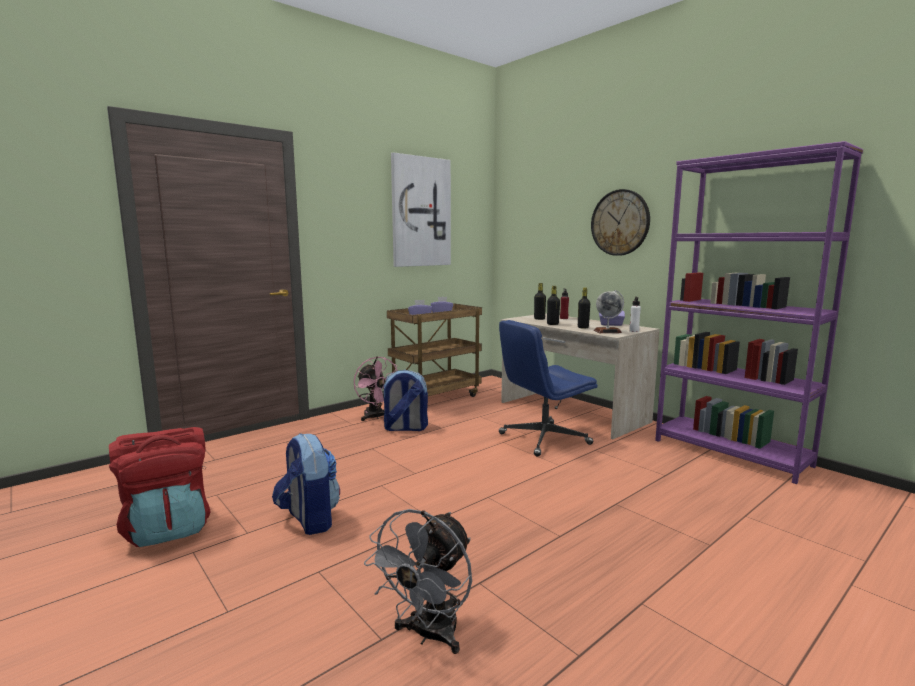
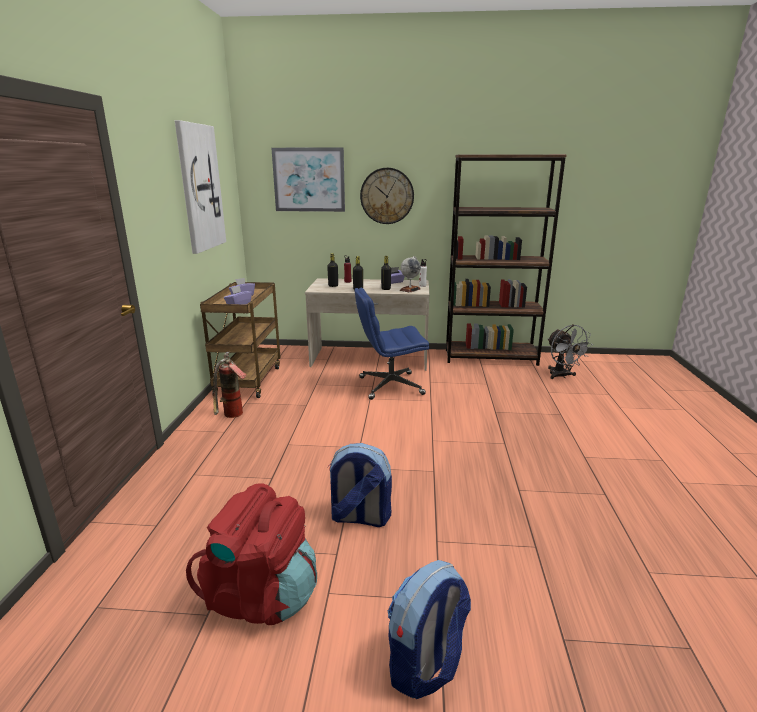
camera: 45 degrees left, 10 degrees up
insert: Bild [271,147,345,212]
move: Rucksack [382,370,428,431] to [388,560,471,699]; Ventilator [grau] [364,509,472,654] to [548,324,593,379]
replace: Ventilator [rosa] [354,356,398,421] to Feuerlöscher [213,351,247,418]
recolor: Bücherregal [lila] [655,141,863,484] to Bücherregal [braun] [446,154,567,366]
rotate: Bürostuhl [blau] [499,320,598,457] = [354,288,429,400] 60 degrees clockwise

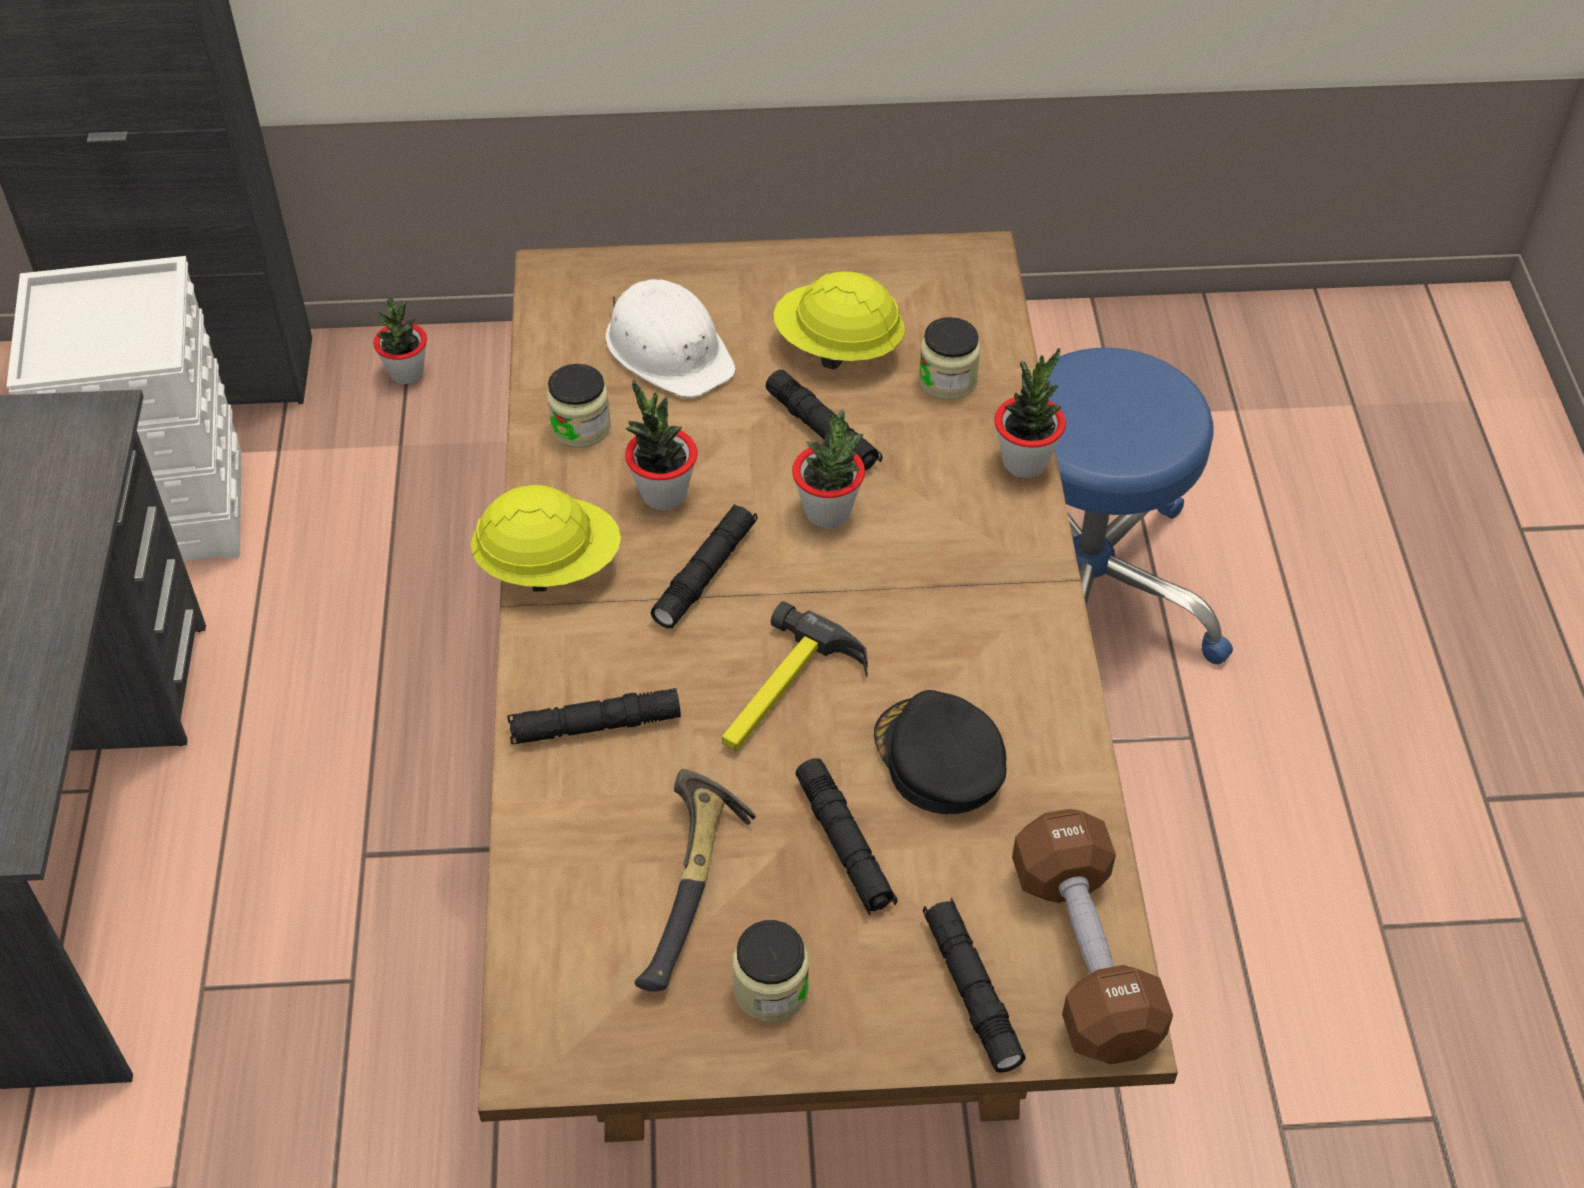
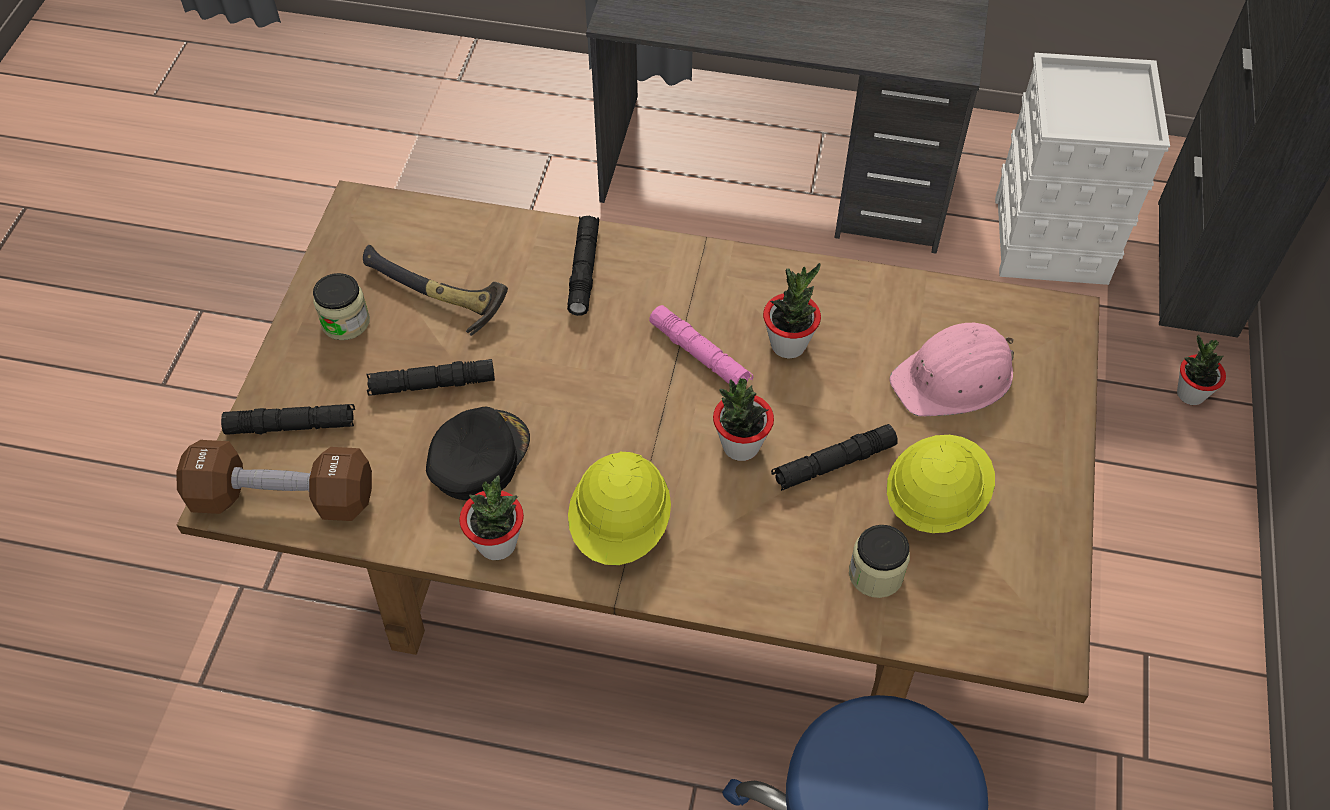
camera: 105 degrees right, 5 degrees up
delete: Vorratsglas [547,364,611,448]; Hammer [722,601,868,751]
move: Topfpflanze [994,348,1066,478] to [459,475,524,560]; Schutzhelm [gelb] [471,485,621,592] to [568,452,671,565]
recolor: Taschenlampe [schwarz] [650,504,757,628] to Taschenlampe [rosa] [649,305,753,385]; Schutzhelm [weiß] [606,279,736,398] to Schutzhelm [rosa] [890,323,1014,416]
rotate: Kappe [schwarz] [874,690,1007,814] = [426,406,530,500] 45 degrees counterclockwise

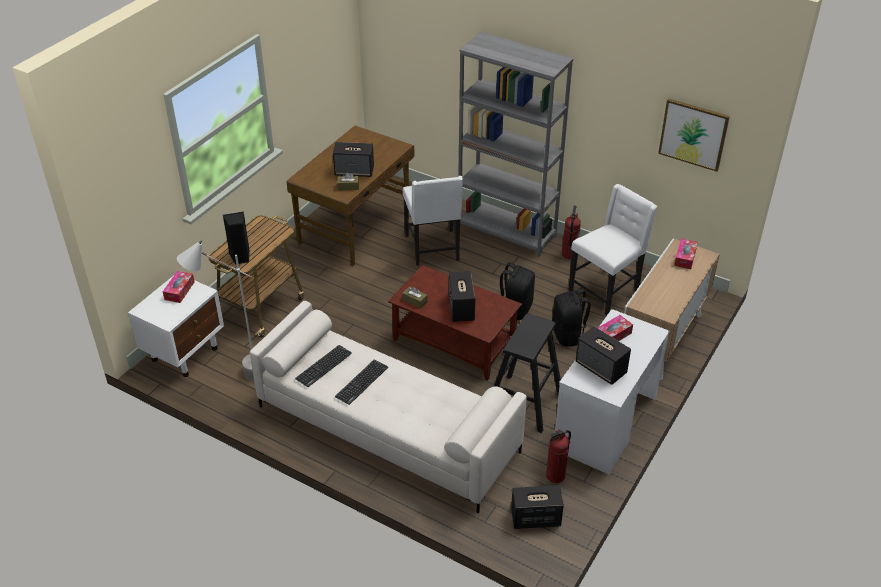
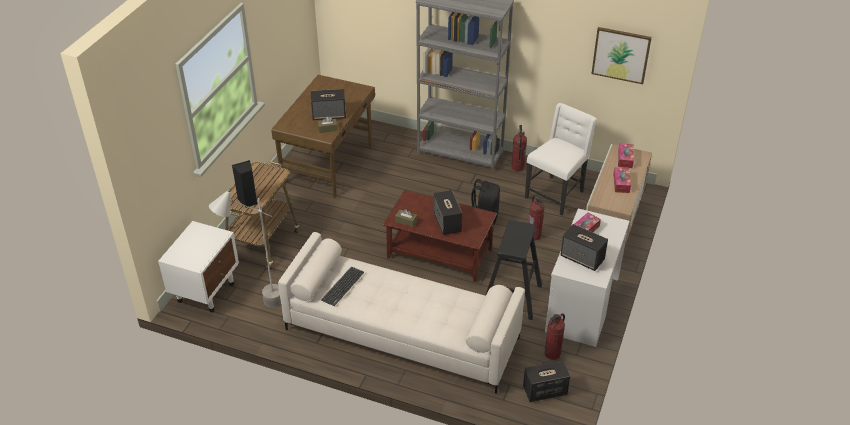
camera: 10 degrees left, 0 degrees up
delete: Tastatur [335,360,388,405]; Stuhl [weiß] [403,176,463,266]
move: Taschentuchbox [163,271,195,303] to [613,167,631,193]
replace: Rucksack [schwarz] [552,289,590,347] to Feuerlöscher [528,196,544,240]

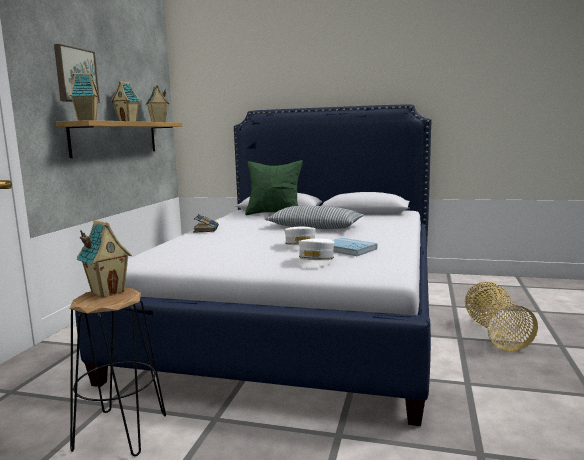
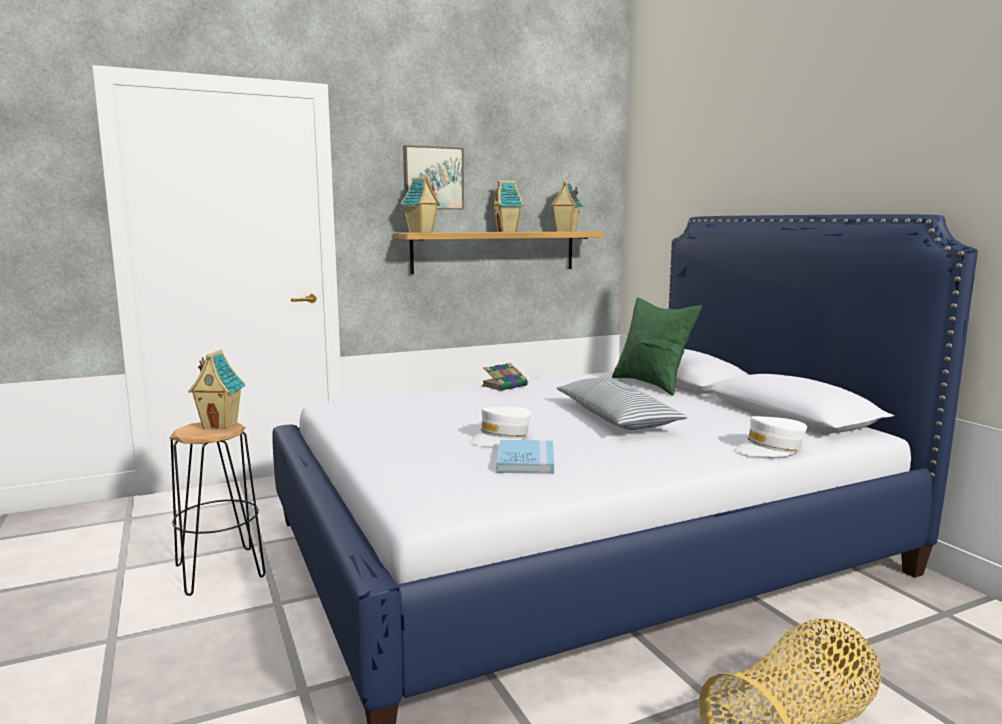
camera: 50 degrees right, 0 degrees up
move: Kappe [weiß] [297,238,335,268] to [735,416,807,457]

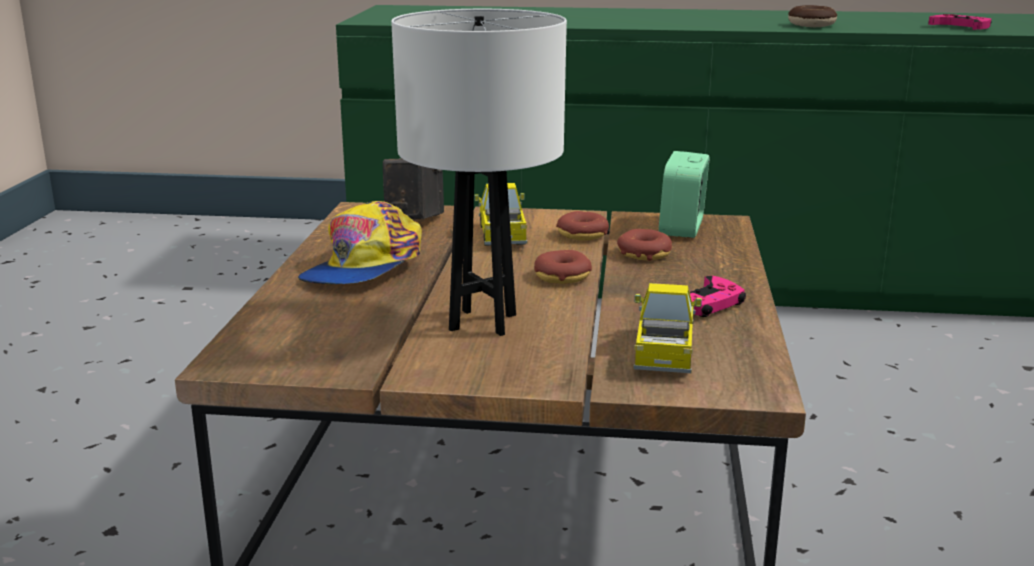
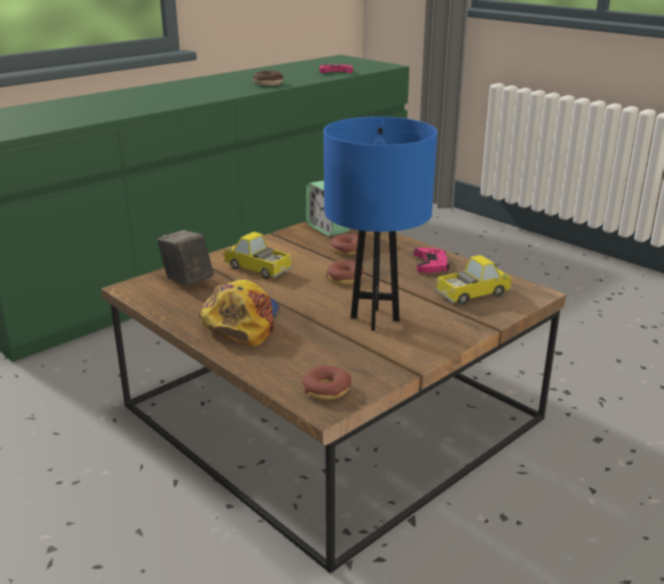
camera: 50 degrees left, 5 degrees up
move: Donut [556,211,609,240] to [302,365,351,400]
recolor: Tischlampe [weiß] [391,9,567,336] to Tischlampe [blau] [323,117,437,331]
rotate: Kappe [298,201,422,285] = [199,279,279,346] 150 degrees counterclockwise; Spielzeuglaster [633,283,702,373] = [436,255,512,305] 105 degrees clockwise

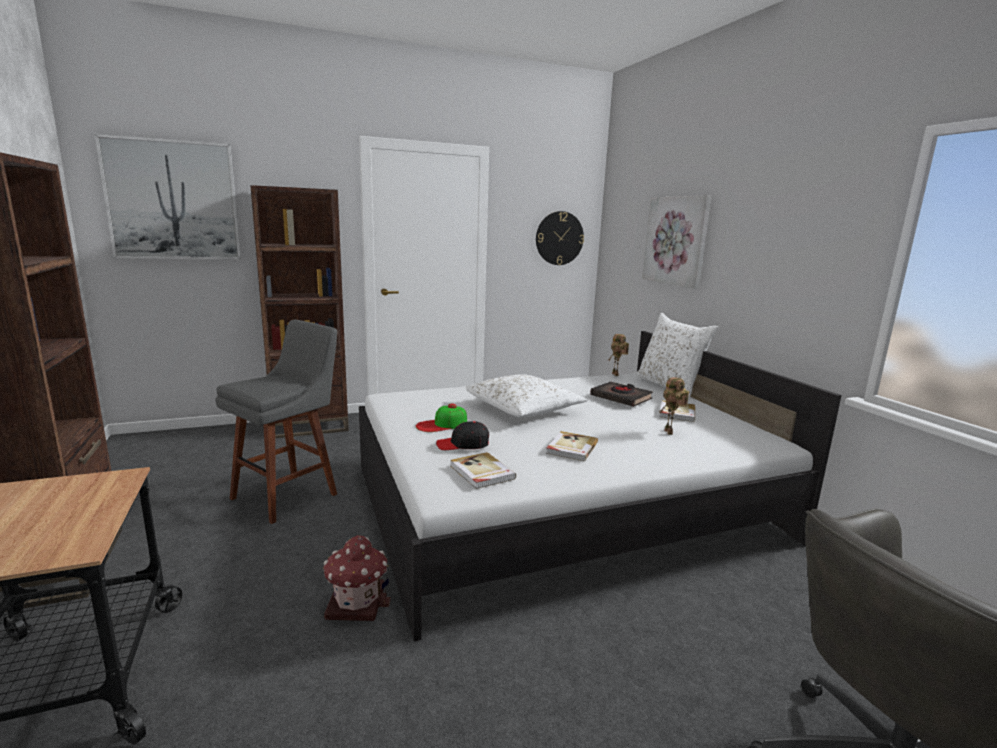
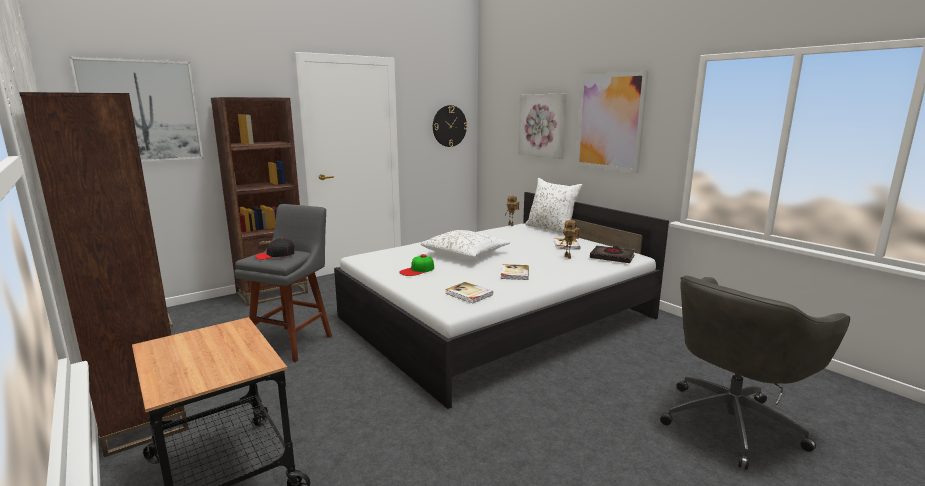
camera: 15 degrees left, 0 degrees up
delete: Spielzeughaus [323,535,391,621]
insert: Bild [576,71,649,173]
move: Kappe [schwarz] [436,421,489,450] to [255,238,295,260]; Buch [schwarz] [590,382,653,407] to [590,246,635,263]

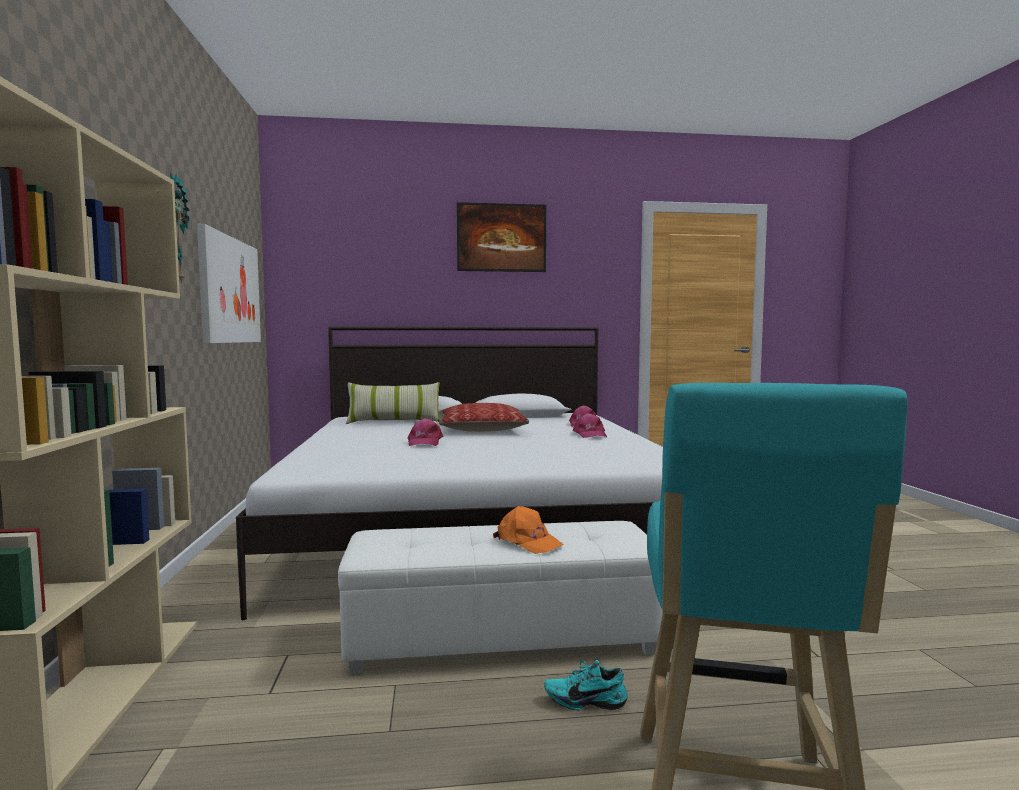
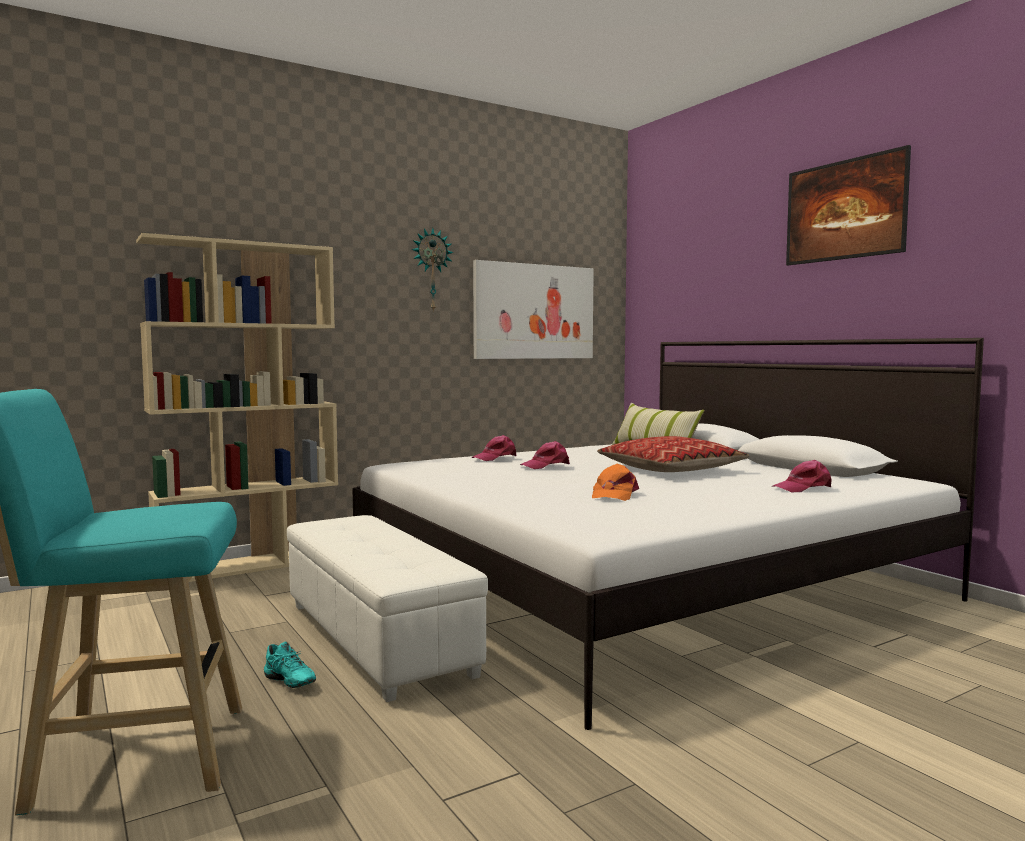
camera: 65 degrees right, 0 degrees up
move: Kappe [rosa] [573,413,607,438] to [471,435,517,461]; Kappe [orange] [493,506,564,554] to [592,464,639,501]
rotate: Schuh [türkis] [544,660,628,711] = [264,641,316,688] 150 degrees clockwise

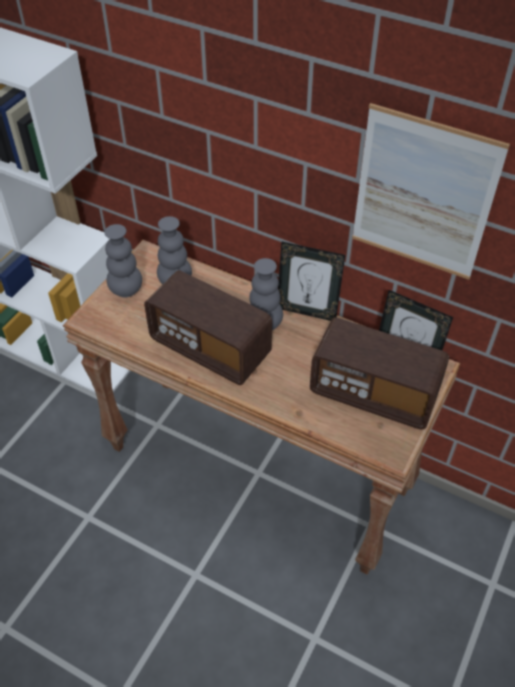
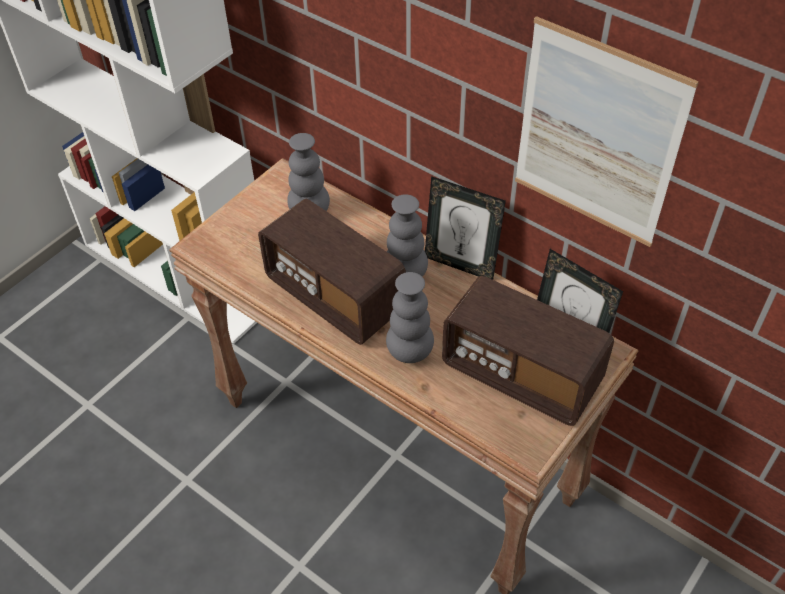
camera: 10 degrees right, 0 degrees up
move: Vase [grau] [104,224,142,297] to [386,272,434,363]

